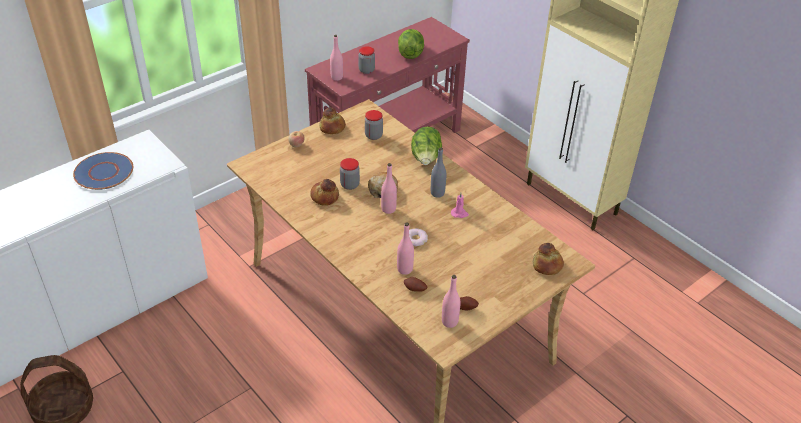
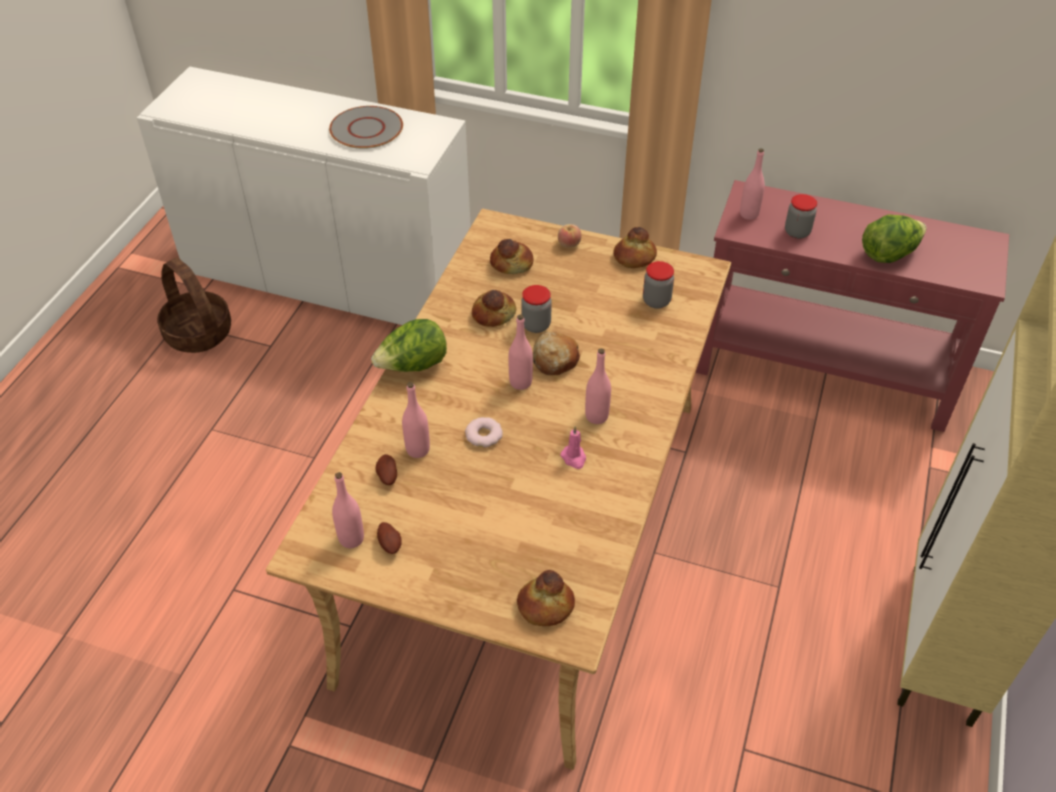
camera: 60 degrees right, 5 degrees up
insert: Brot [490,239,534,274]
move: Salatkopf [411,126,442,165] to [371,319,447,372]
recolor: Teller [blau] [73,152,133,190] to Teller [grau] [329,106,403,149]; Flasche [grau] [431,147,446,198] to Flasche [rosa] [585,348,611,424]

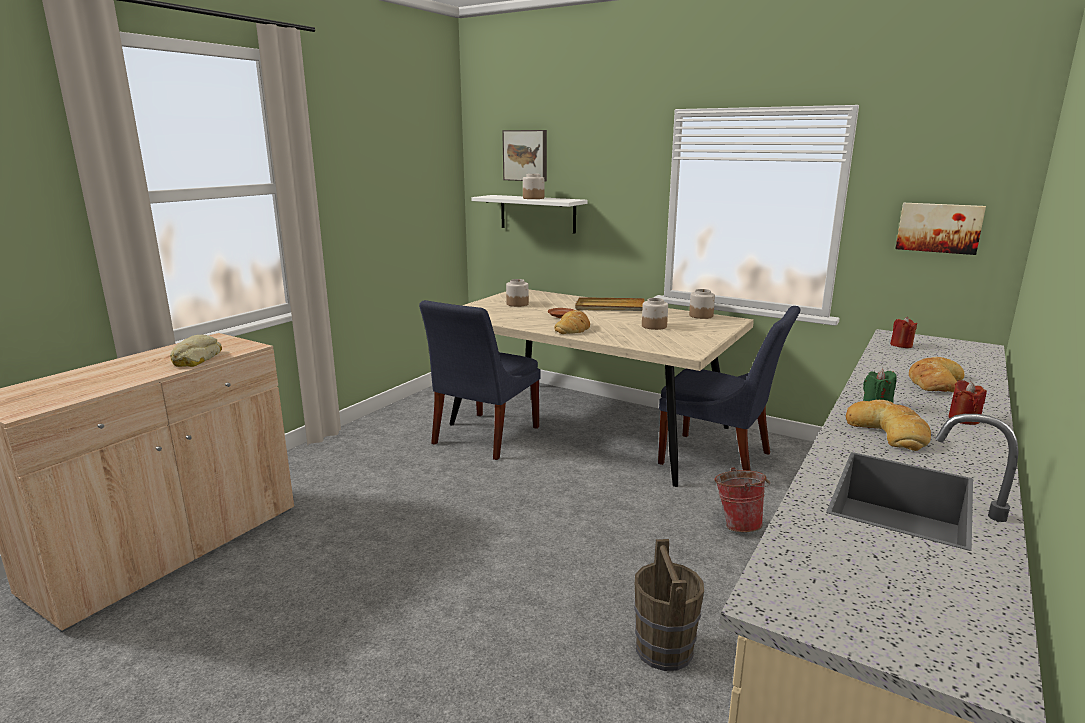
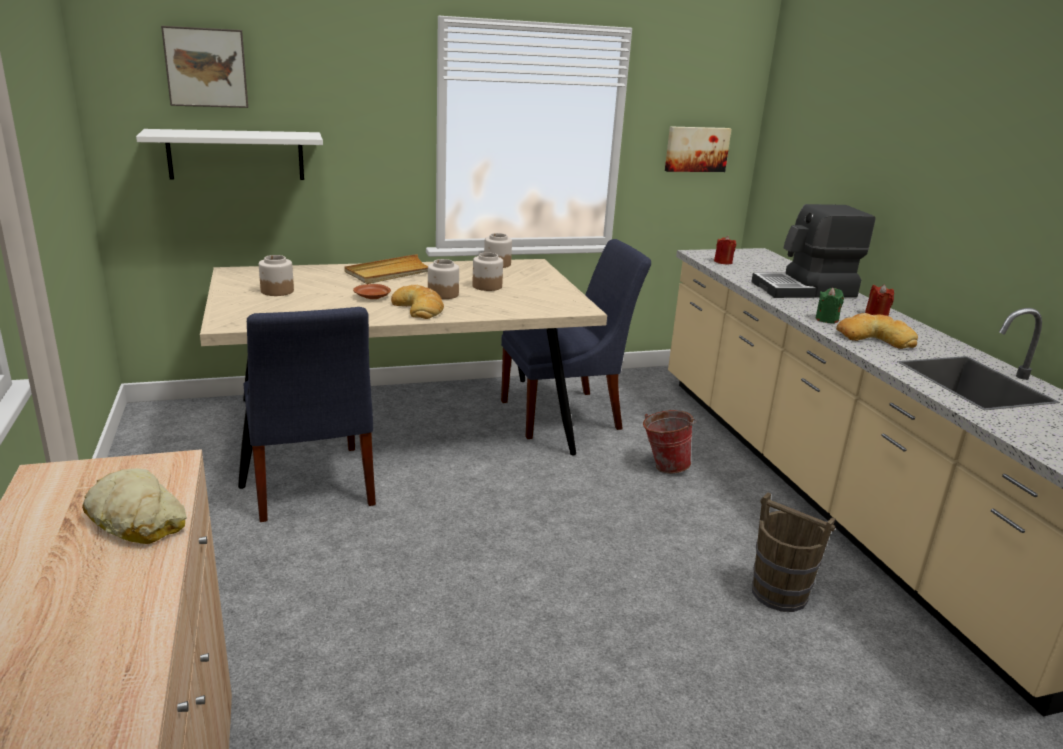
camera: 50 degrees left, 5 degrees up
move: Vorratsglas [523,174,544,199] to [428,259,459,299]
replace: Brot [909,357,965,393] to Kaffeemaschine [751,204,876,298]

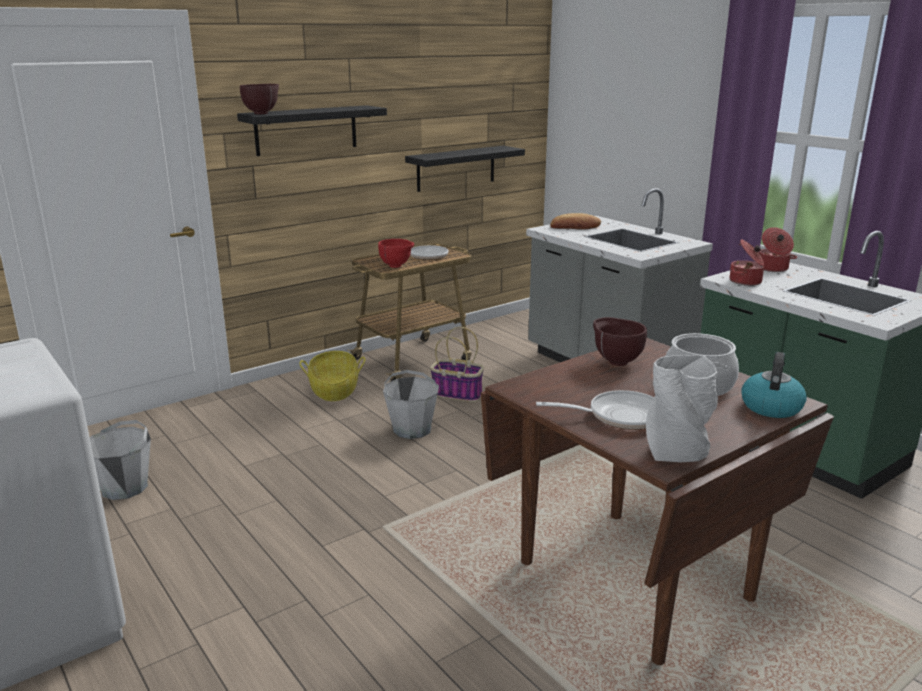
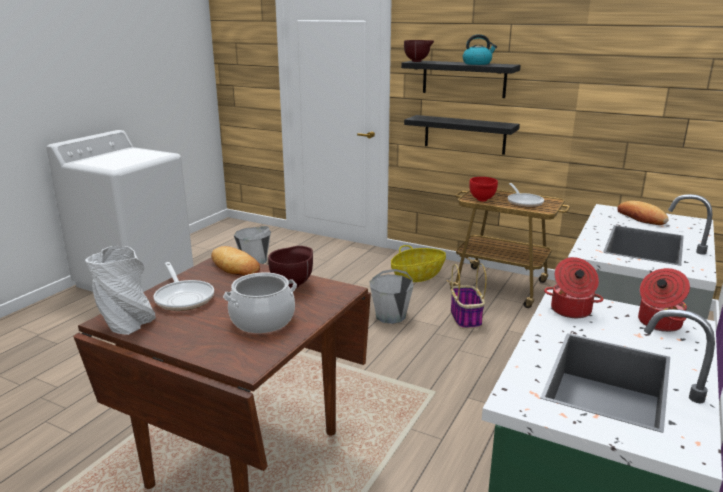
camera: 65 degrees right, 0 degrees up
insert: Brot [211,246,260,276]
move: Wandregal [schwarz] [405,146,525,192] to [404,115,520,155]; Wasserkessel [741,352,807,418] to [463,34,497,65]

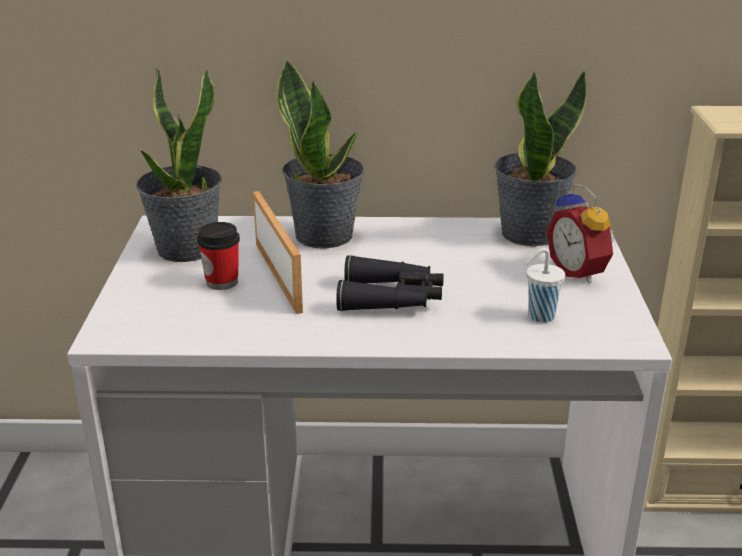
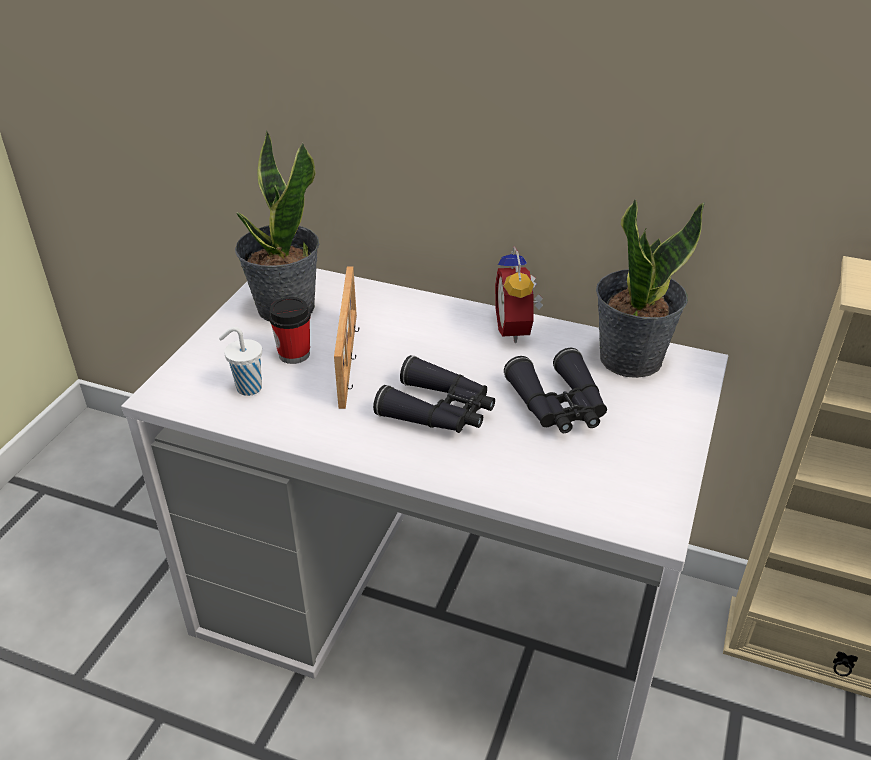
camera: 20 degrees right, 10 degrees up
delete: Topfpflanze [277,59,365,249]
insert: Fernglas [schwarz] [504,348,607,433]
move: Tasse [weiß] [525,248,565,323] to [219,327,262,396]; Wecker [547,184,615,284] to [495,246,543,343]

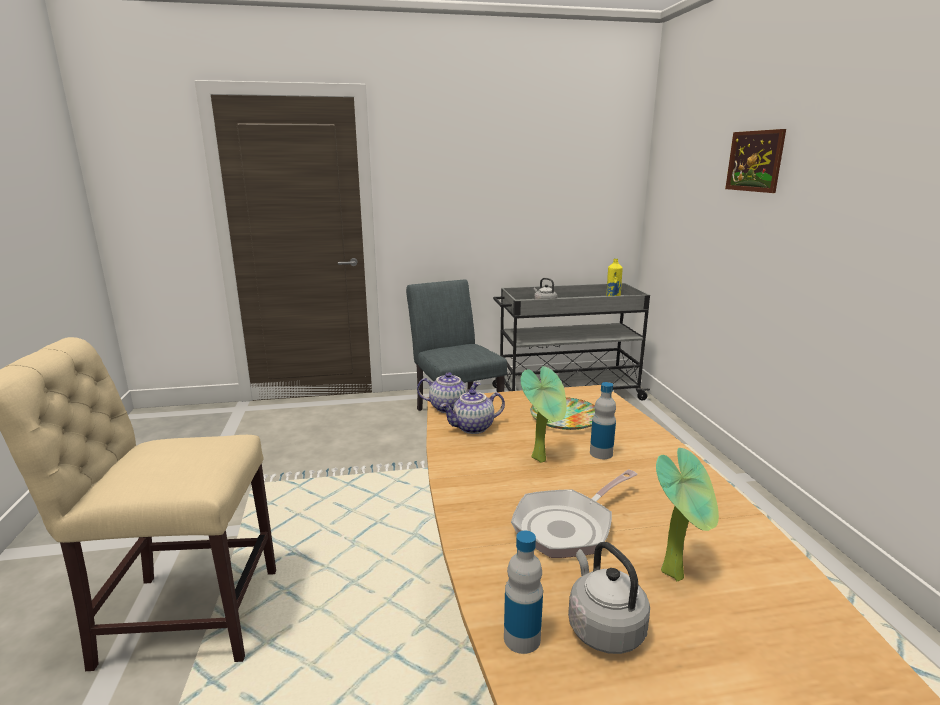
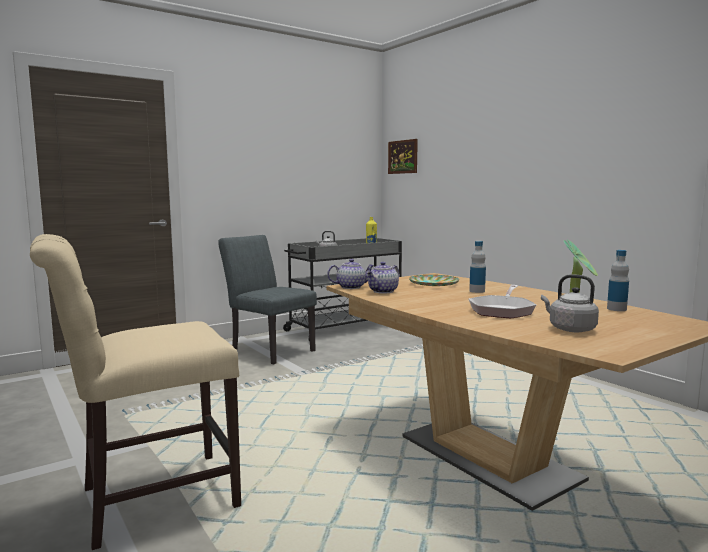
camera: 25 degrees left, 10 degrees down
delete: Topfpflanze [521,366,567,463]
move: Bild [725,129,786,193] to [388,139,418,174]; Flasche [504,531,543,654] to [607,250,629,311]

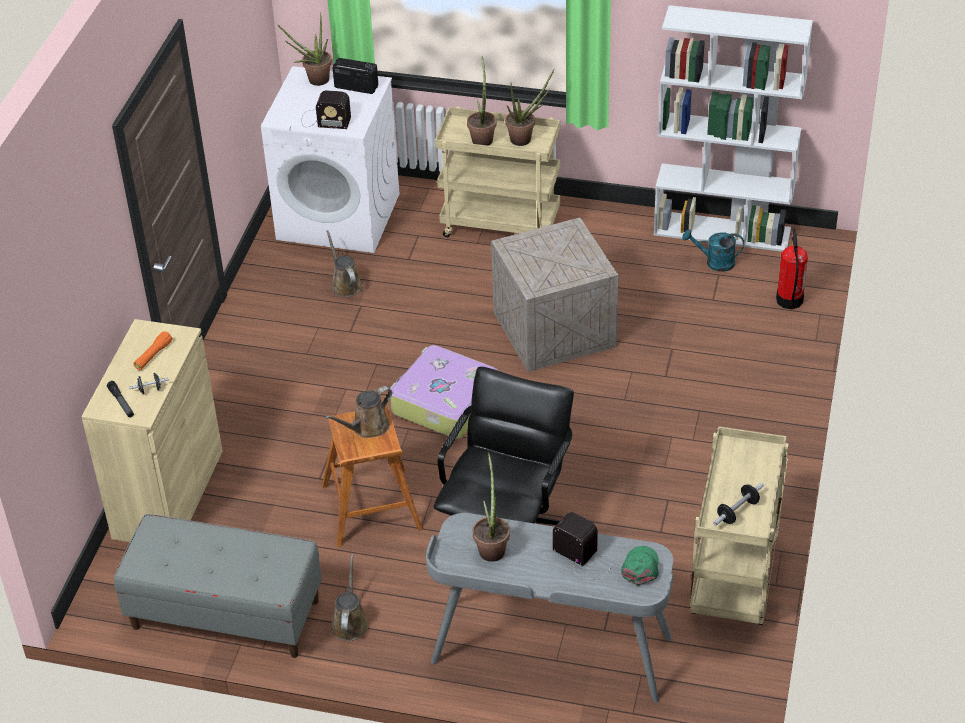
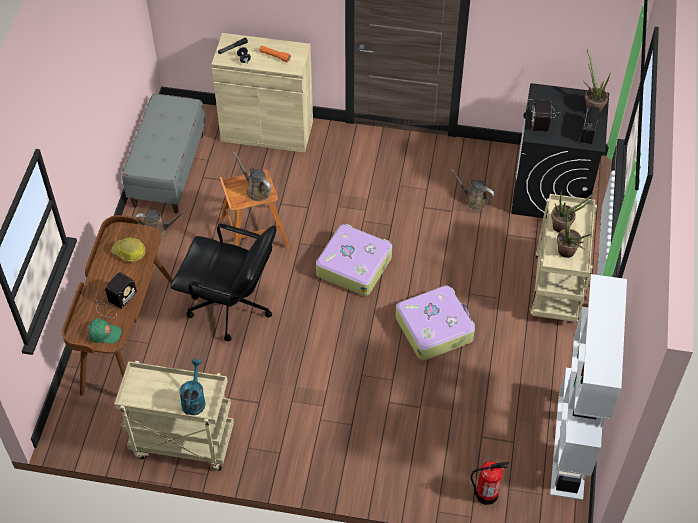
camera: 85 degrees right, 10 degrees up
delete: Hantel [713,483,764,526]
move: Gießkanne [türkis] [682,229,744,272] to [179,359,206,415]
replace: Topfpflanze [473,452,510,562] to Schutzhelm [111,237,146,262]; Kiste [491,217,618,372] to Koffer [396,285,475,361]
recolor: Schreibtisch [grau] [426,513,673,703] to Schreibtisch [braun] [62,215,173,396]; Waschmaschine [weiß] [261,66,400,253] to Waschmaschine [schwarz] [511,83,609,219]
rotate: Gießkanne [braun] [326,230,362,297] = [450,169,495,210] 120 degrees counterclockwise

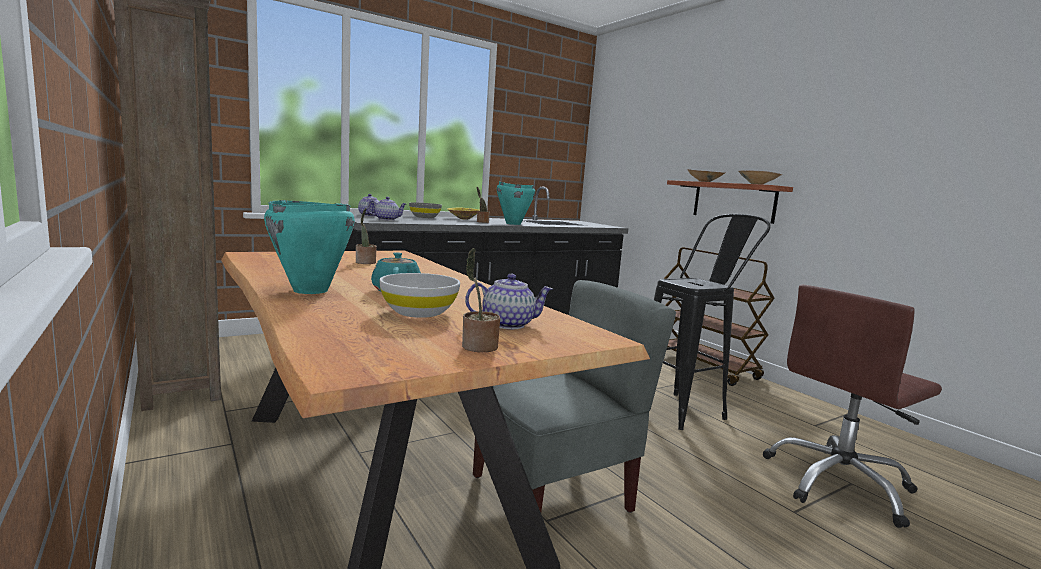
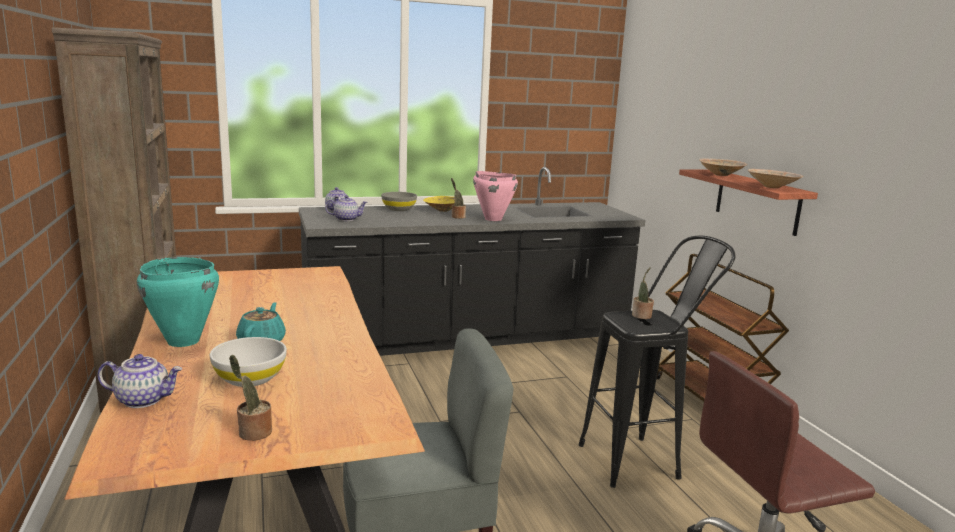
camera: 15 degrees right, 5 degrees up
move: Teekanne [465,274,553,329] to [98,354,182,408]; Topfpflanze [356,208,377,264] to [632,267,654,319]
recolor: Kochtopf [türkis] [497,181,535,225] to Kochtopf [rosa] [473,171,518,221]

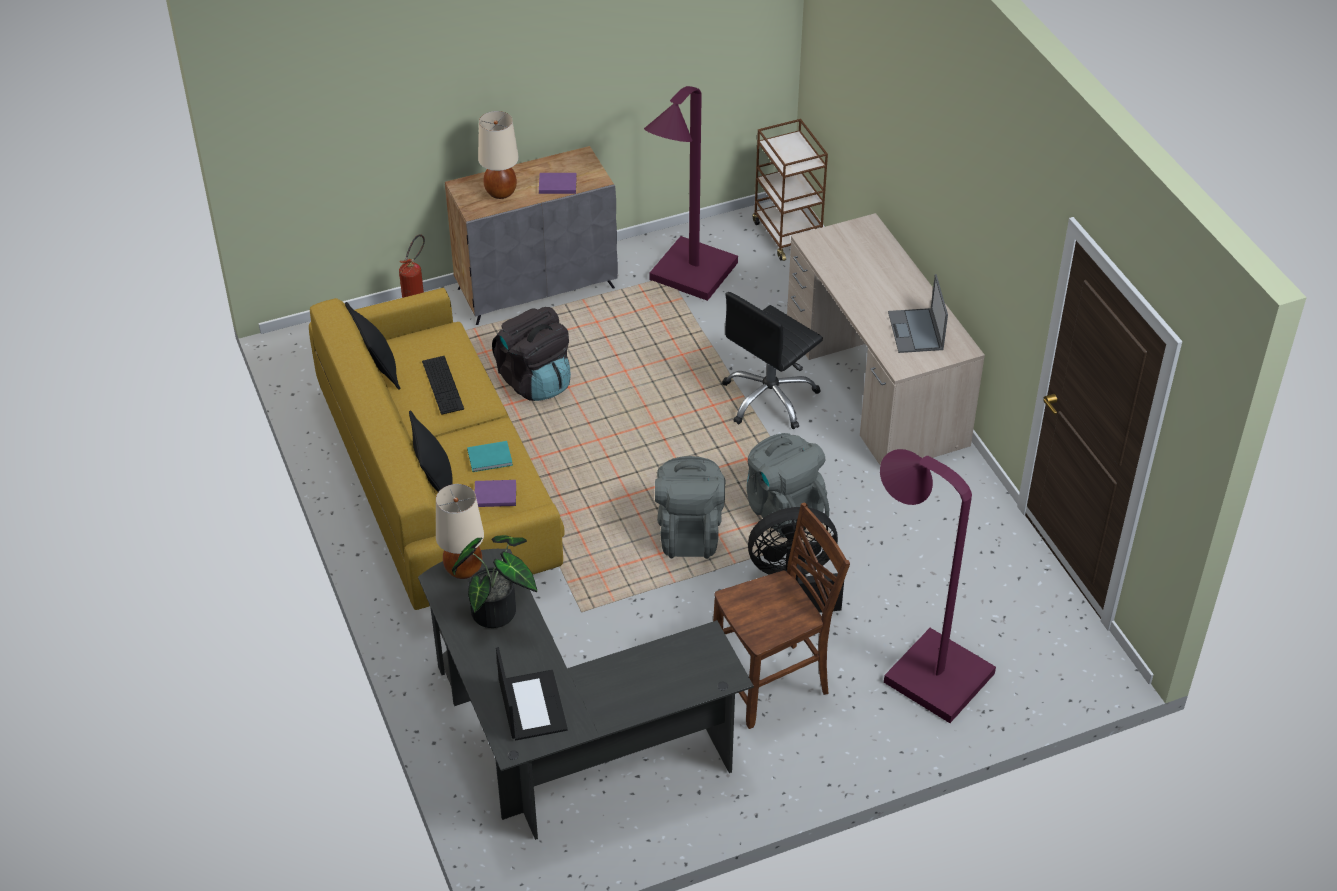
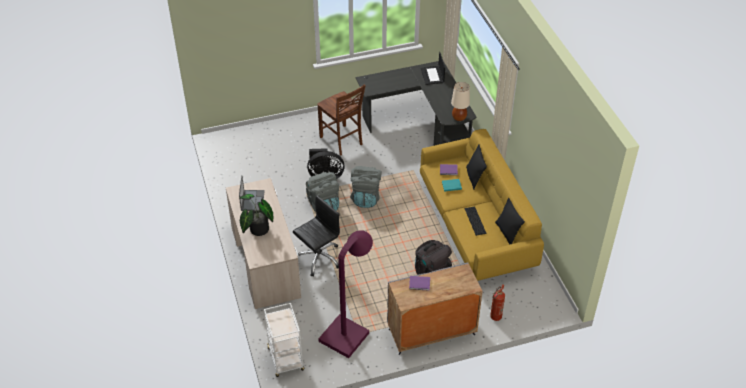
camera: 175 degrees left, 0 degrees up
delete: Tischlampe [beige] [478,111,519,199]; Stehlampe [lila] [880,449,996,723]
move: Topfpflanze [452,535,537,628] to [239,194,273,236]
recolor: Rollwagen [braun] [753,119,828,261] to Rollwagen [weiß] [264,303,304,377]
rotate: Stuhl [braun] [713,502,850,729] = [317,84,366,156] 105 degrees counterclockwise

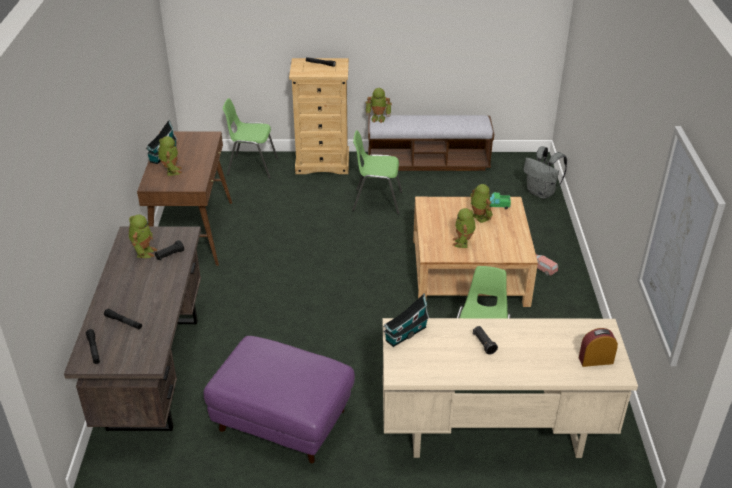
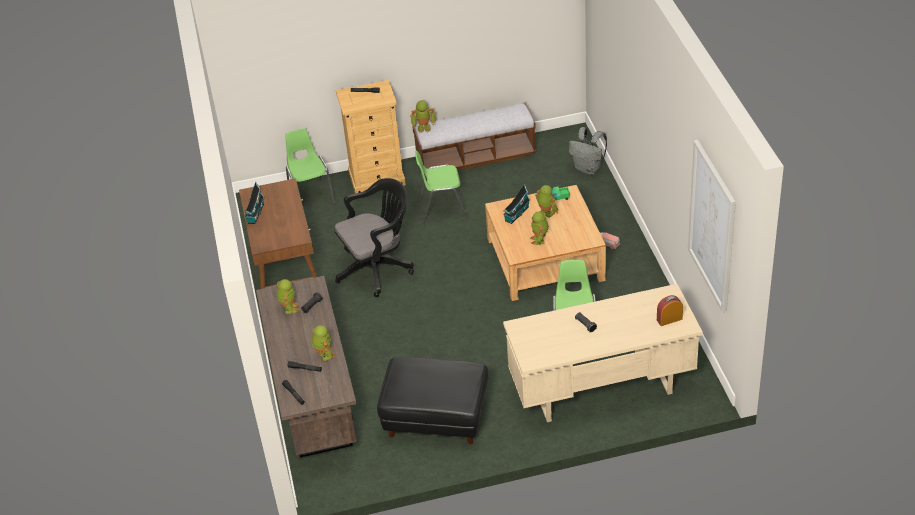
camera: 10 degrees left, 5 degrees up
insert: Bürostuhl [schwarz] [334,178,414,297]
move: Spielzeugroboter [158,136,182,176] to [312,325,336,361]; Spielzeughaus [383,293,429,347] to [503,184,530,224]
recolor: Polsterhocker [lila] [203,336,355,463] to Polsterhocker [schwarz] [377,357,489,444]
rotate: Stuhl [grün] [223,98,278,179] = [285,128,335,204] 75 degrees clockwise

